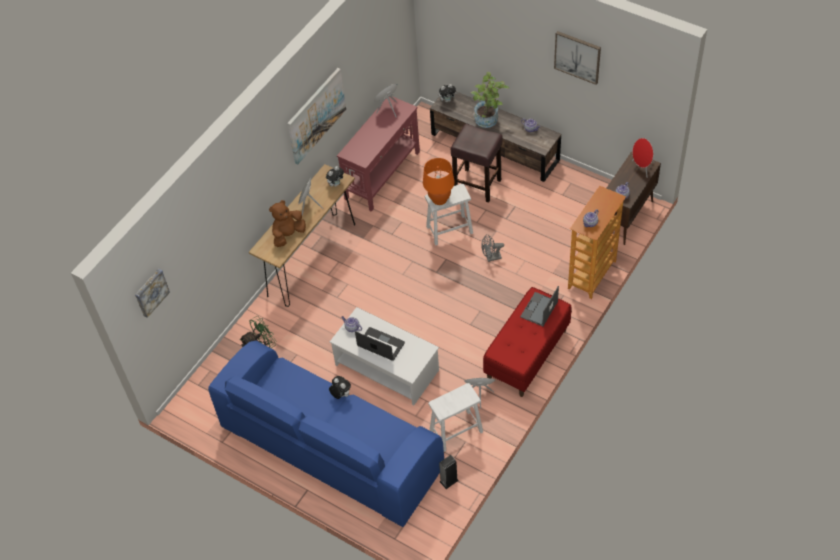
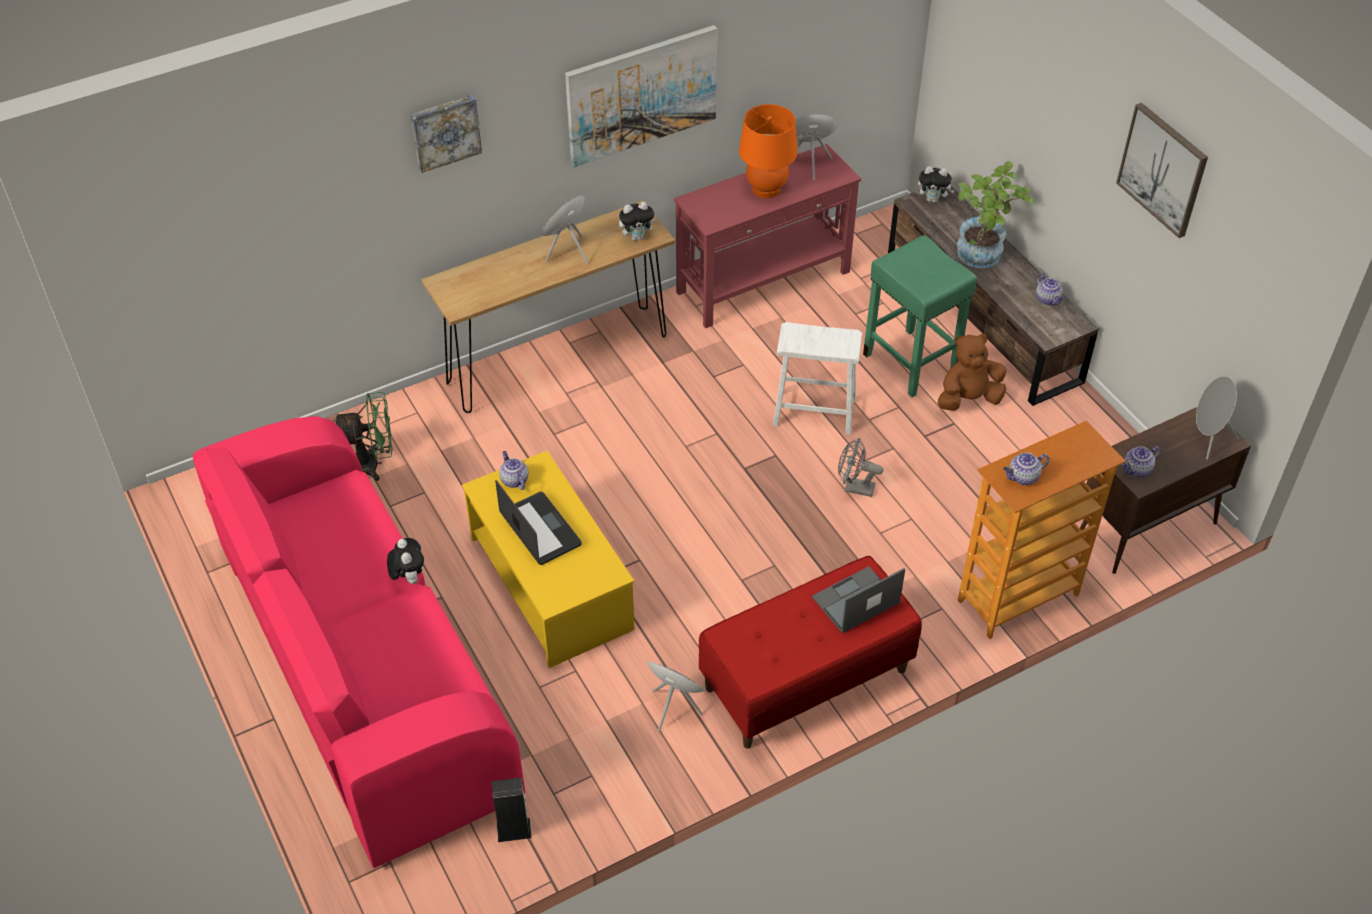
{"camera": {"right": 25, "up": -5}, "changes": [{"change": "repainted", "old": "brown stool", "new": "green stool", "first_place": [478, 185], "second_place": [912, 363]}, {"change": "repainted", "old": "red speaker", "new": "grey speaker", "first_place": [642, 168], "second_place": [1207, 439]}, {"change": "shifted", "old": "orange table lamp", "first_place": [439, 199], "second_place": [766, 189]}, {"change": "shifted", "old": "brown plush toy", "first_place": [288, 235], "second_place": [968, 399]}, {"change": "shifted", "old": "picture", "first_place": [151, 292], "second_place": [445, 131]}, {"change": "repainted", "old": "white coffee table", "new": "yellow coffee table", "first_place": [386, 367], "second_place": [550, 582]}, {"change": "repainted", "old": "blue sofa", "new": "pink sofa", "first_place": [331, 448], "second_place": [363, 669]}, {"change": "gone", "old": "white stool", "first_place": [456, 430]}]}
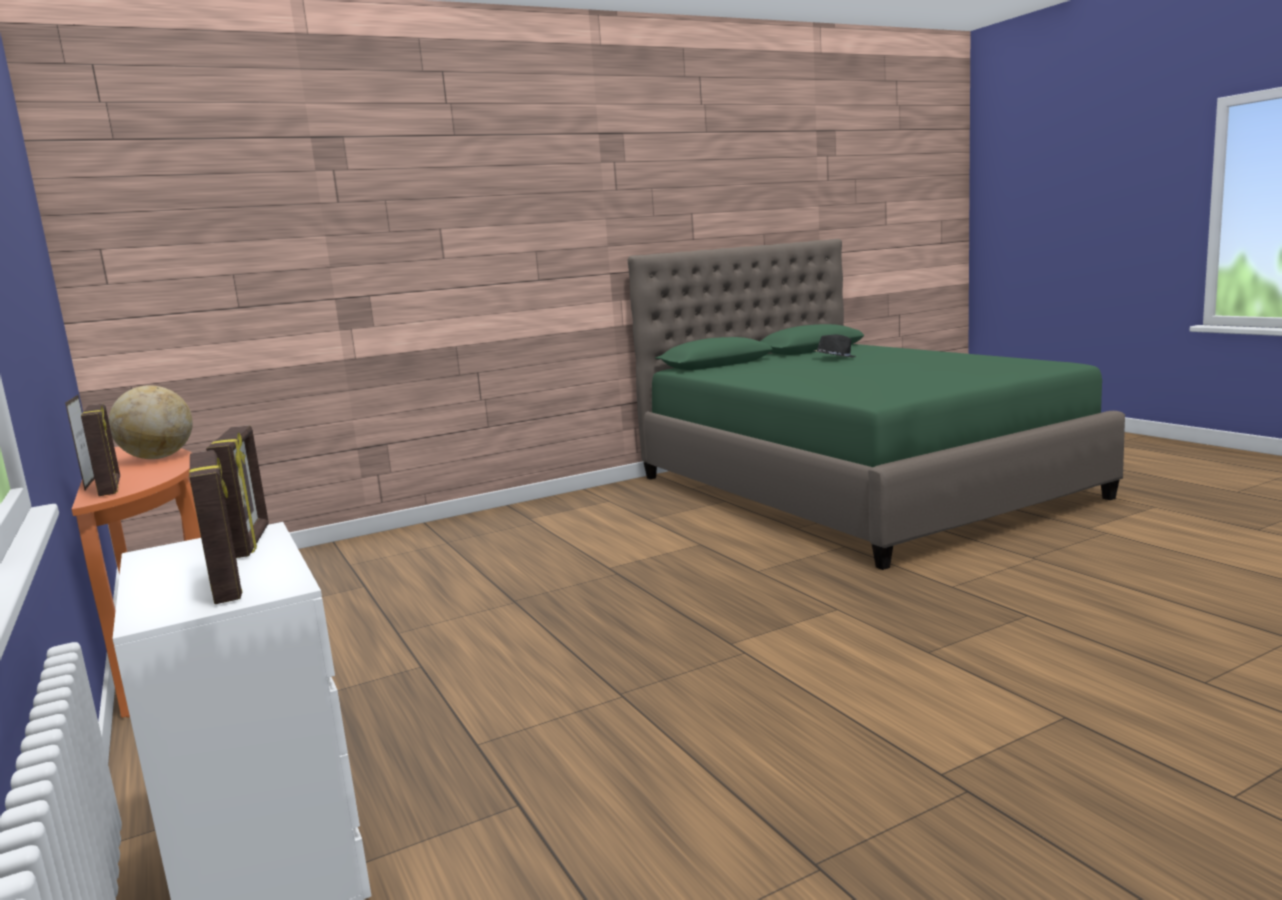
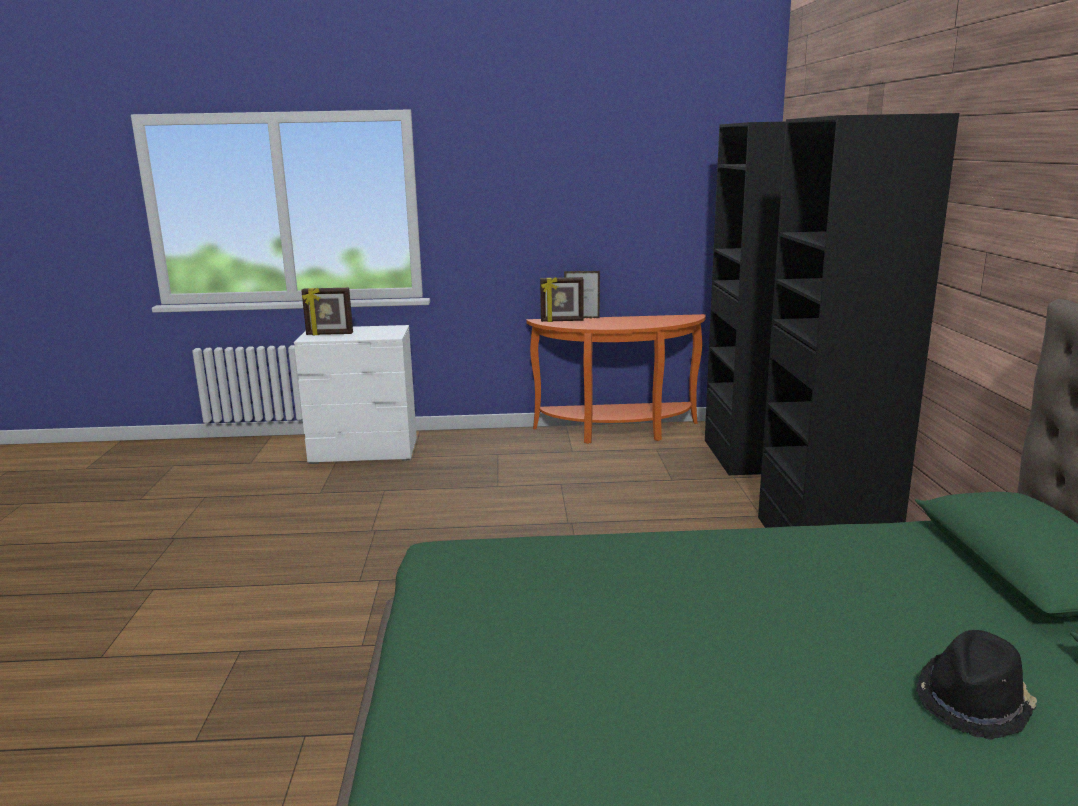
{"camera": {"right": 115, "up": 5}, "changes": [{"change": "gone", "old": "globe", "first_place": [158, 458]}, {"change": "gone", "old": "picture frame", "first_place": [251, 542]}, {"change": "new", "new": "black wardrobe", "second_place": [784, 494]}]}
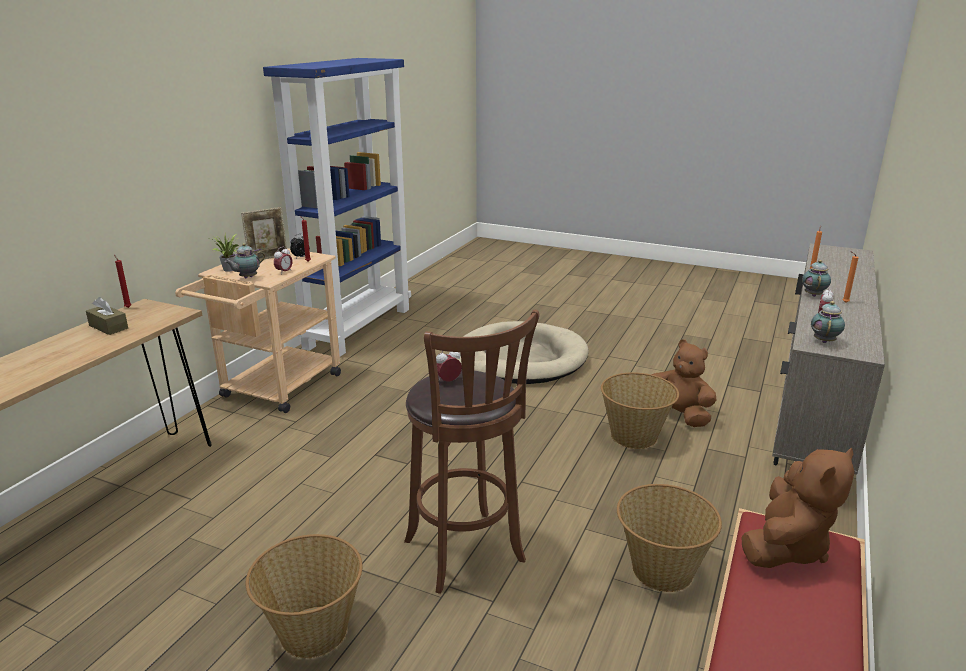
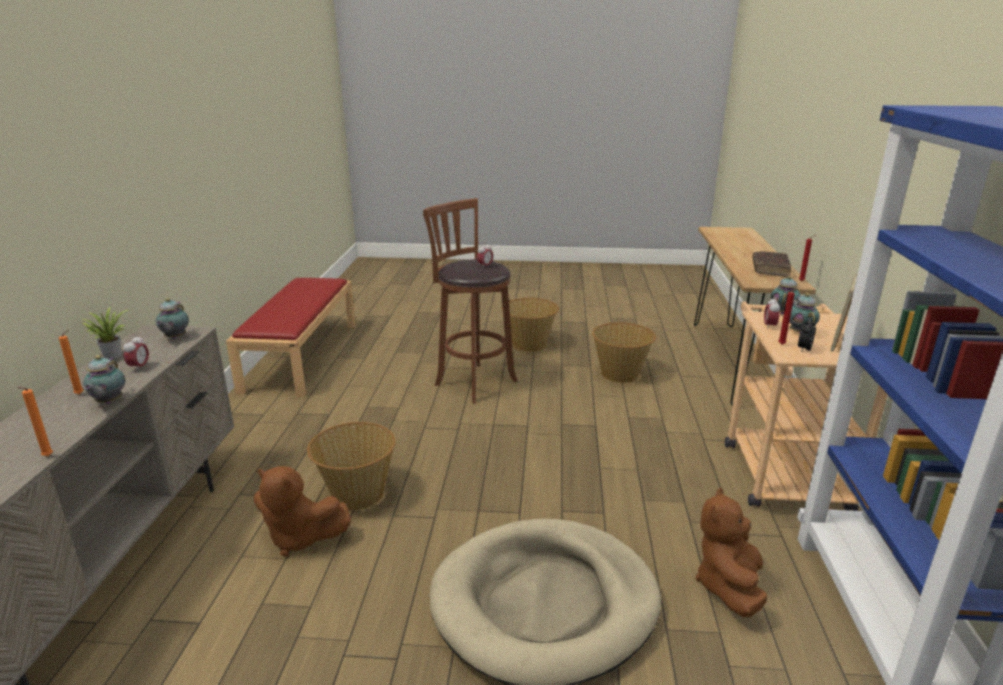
{"camera": {"right": 160, "up": 0}, "changes": [{"change": "shifted", "old": "potted plant", "first_place": [230, 270], "second_place": [111, 355]}, {"change": "swapped", "old": "brown tissue box", "new": "brown book", "first_place": [108, 327], "second_place": [770, 269]}, {"change": "shifted", "old": "brown plush toy", "first_place": [786, 547], "second_place": [728, 586]}, {"change": "shifted", "old": "basket", "first_place": [661, 570], "second_place": [620, 374]}, {"change": "new", "new": "teapot", "second_place": [799, 332]}]}
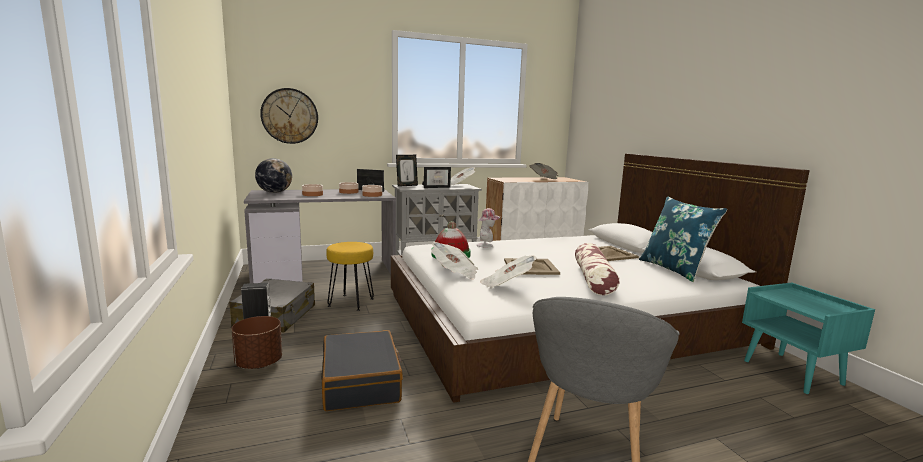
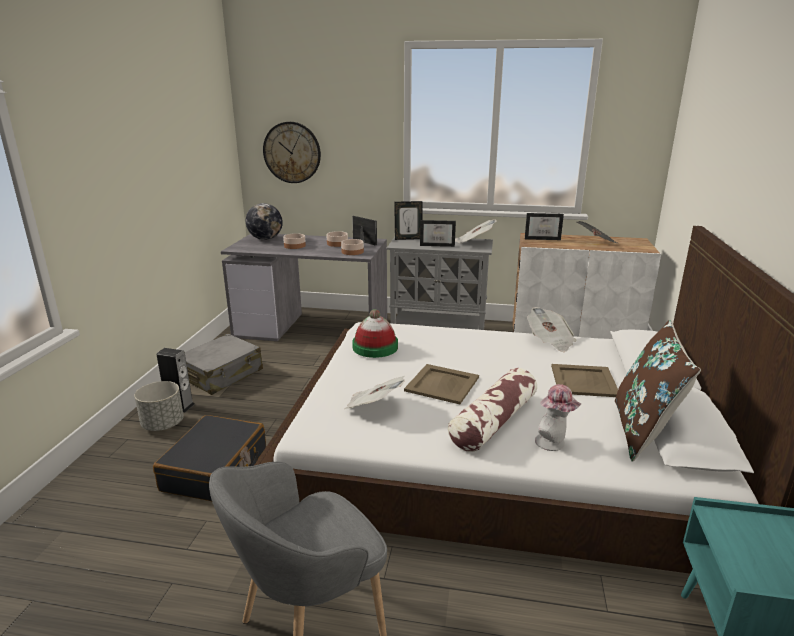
{"camera": {"right": 30, "up": 10}, "changes": [{"change": "repainted", "old": "blue pillow", "new": "brown pillow", "first_place": [674, 269], "second_place": [643, 431]}, {"change": "shifted", "old": "hat", "first_place": [487, 245], "second_place": [553, 443]}, {"change": "gone", "old": "yellow stool", "first_place": [350, 302]}, {"change": "shifted", "old": "newspaper", "first_place": [455, 273], "second_place": [550, 341]}, {"change": "repainted", "old": "brown planter", "new": "grey planter", "first_place": [259, 363], "second_place": [163, 424]}, {"change": "new", "new": "picture frame", "second_place": [542, 238]}]}
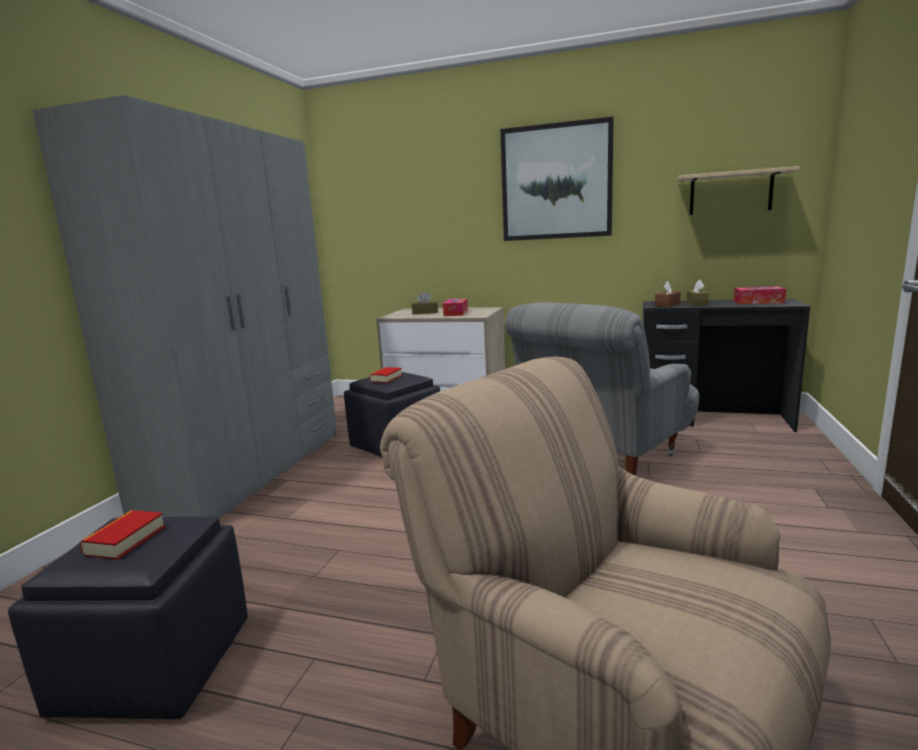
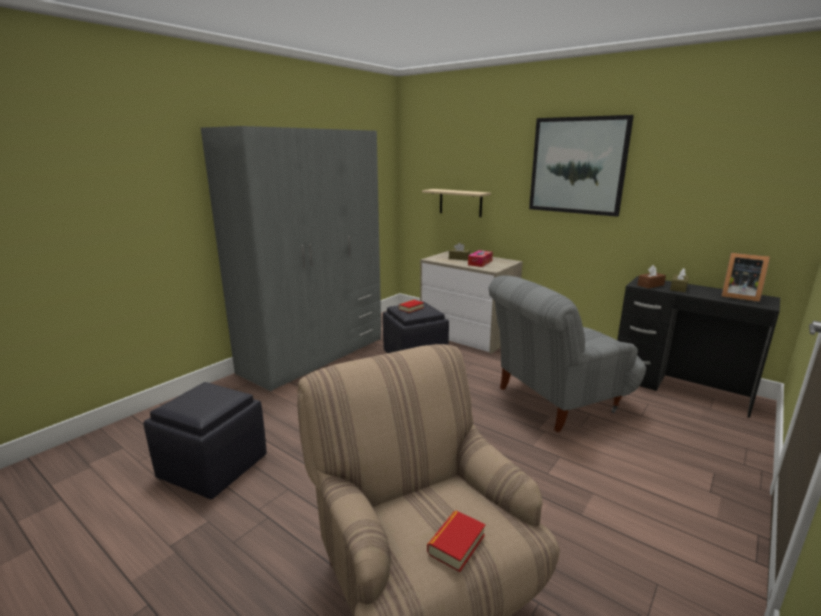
{"camera": {"right": 20, "up": 5}, "changes": [{"change": "shifted", "old": "beige shelf", "first_place": [730, 193], "second_place": [460, 202]}, {"change": "swapped", "old": "tissue box", "new": "picture frame", "first_place": [758, 302], "second_place": [738, 296]}, {"change": "shifted", "old": "book", "first_place": [125, 540], "second_place": [456, 544]}]}
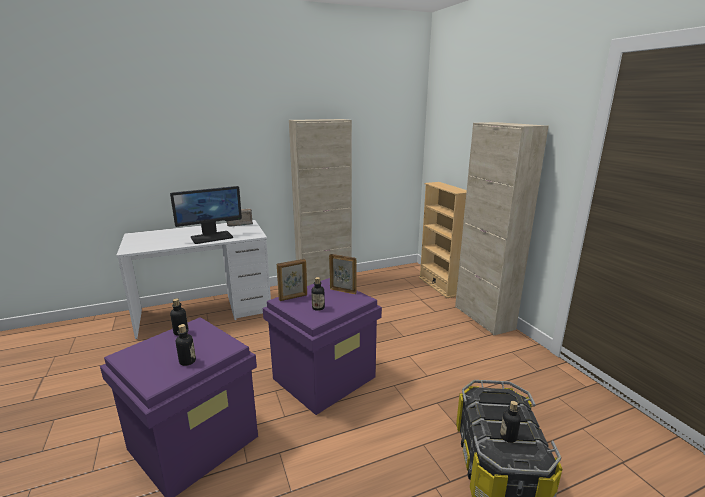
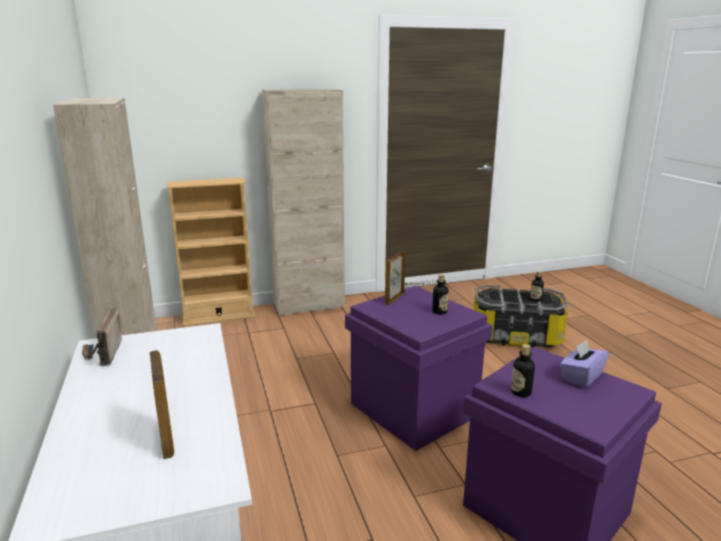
{"camera": {"right": -85, "up": 0}, "changes": [{"change": "gone", "old": "monitor", "first_place": [212, 237]}, {"change": "shifted", "old": "picture frame", "first_place": [293, 297], "second_place": [166, 439]}, {"change": "swapped", "old": "bottle", "new": "purple tissue box", "first_place": [187, 361], "second_place": [581, 377]}]}
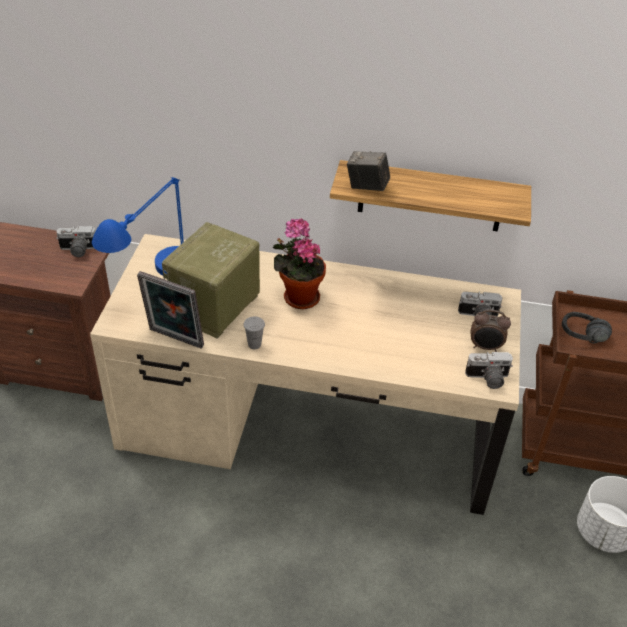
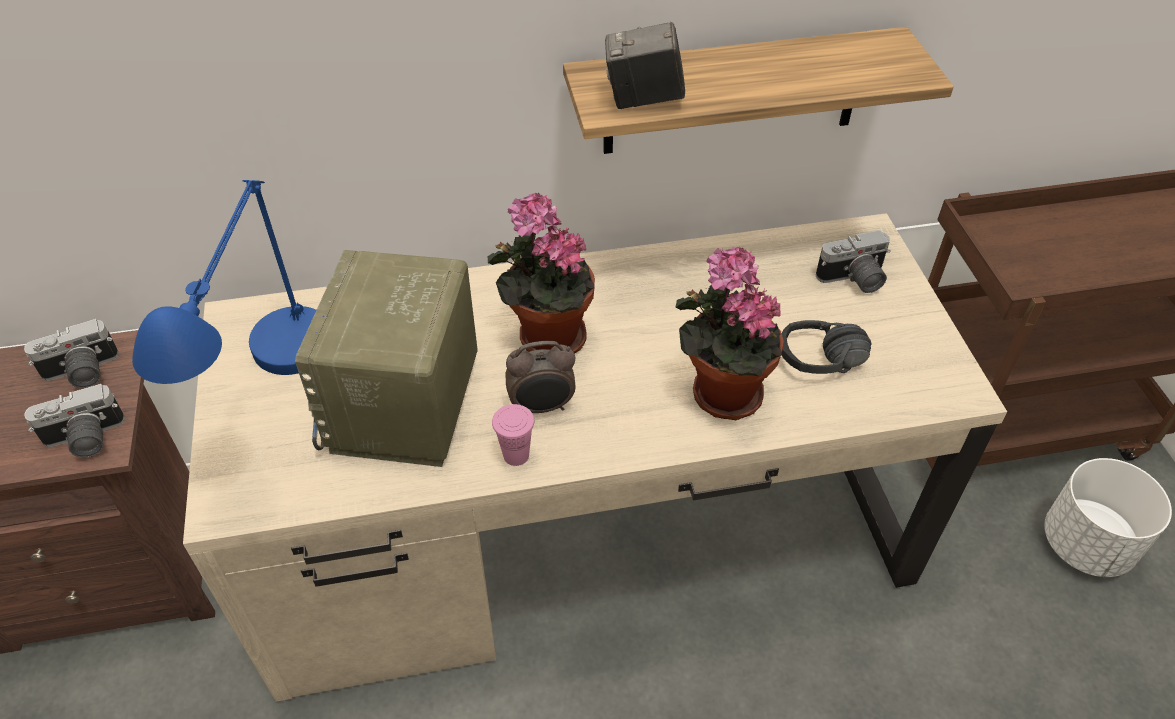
{"camera": {"right": -20, "up": 5}, "changes": [{"change": "gone", "old": "picture frame", "first_place": [174, 340]}, {"change": "shifted", "old": "alarm clock", "first_place": [485, 347], "second_place": [542, 407]}, {"change": "shifted", "old": "black headphones", "first_place": [583, 339], "second_place": [824, 369]}, {"change": "repainted", "old": "grey cup", "new": "pink cup", "first_place": [254, 344], "second_place": [516, 455]}, {"change": "shifted", "old": "photo camera", "first_place": [487, 379], "second_place": [84, 440]}, {"change": "new", "new": "potted plant", "second_place": [720, 392]}]}
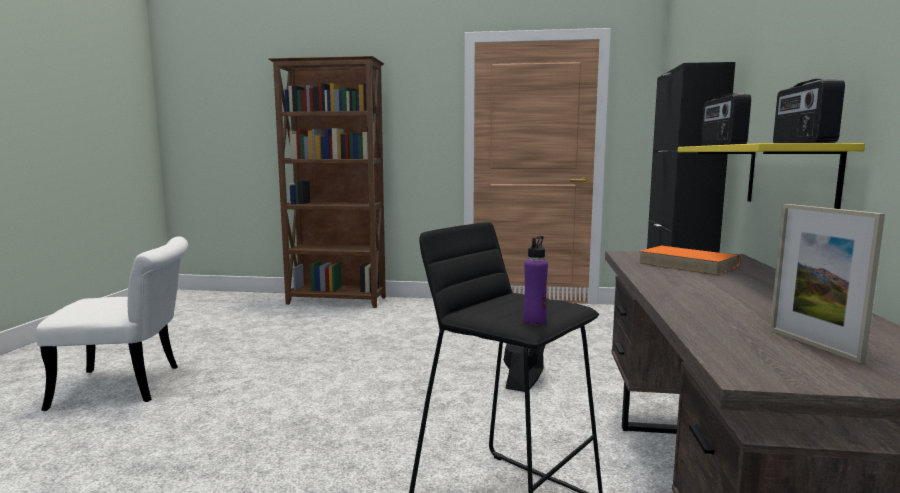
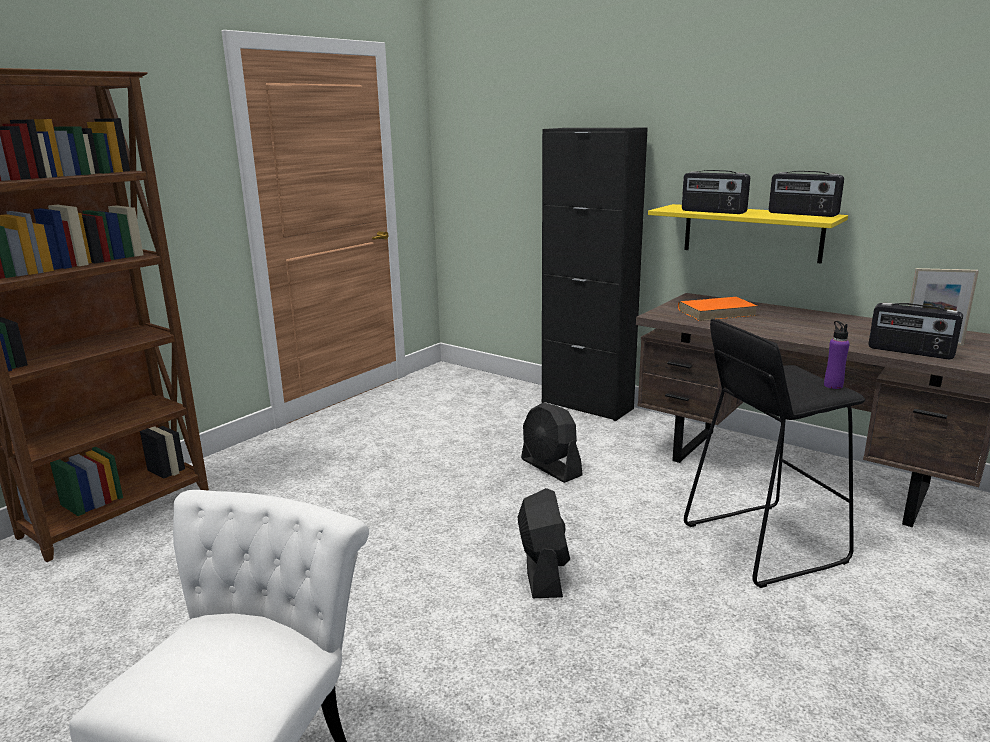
{"camera": {"right": -60, "up": 10}, "changes": [{"change": "new", "new": "radio", "second_place": [910, 352]}, {"change": "new", "new": "black fan", "second_place": [543, 571]}]}
